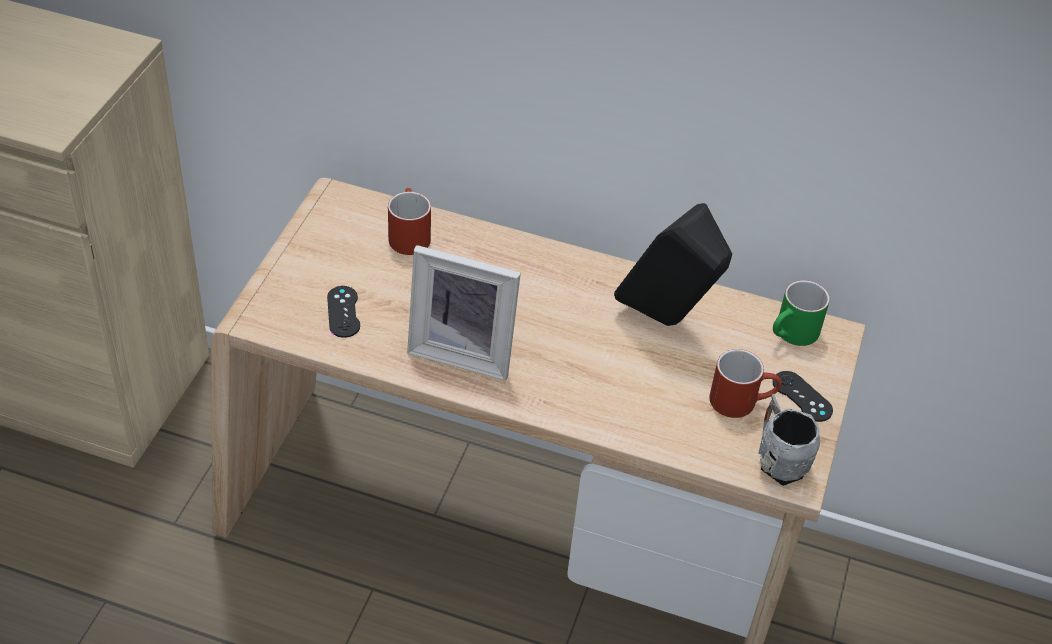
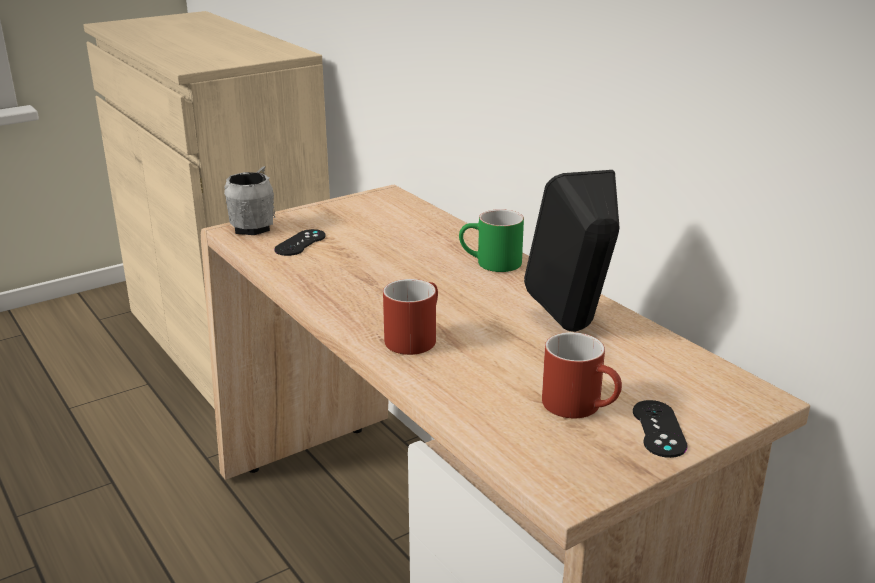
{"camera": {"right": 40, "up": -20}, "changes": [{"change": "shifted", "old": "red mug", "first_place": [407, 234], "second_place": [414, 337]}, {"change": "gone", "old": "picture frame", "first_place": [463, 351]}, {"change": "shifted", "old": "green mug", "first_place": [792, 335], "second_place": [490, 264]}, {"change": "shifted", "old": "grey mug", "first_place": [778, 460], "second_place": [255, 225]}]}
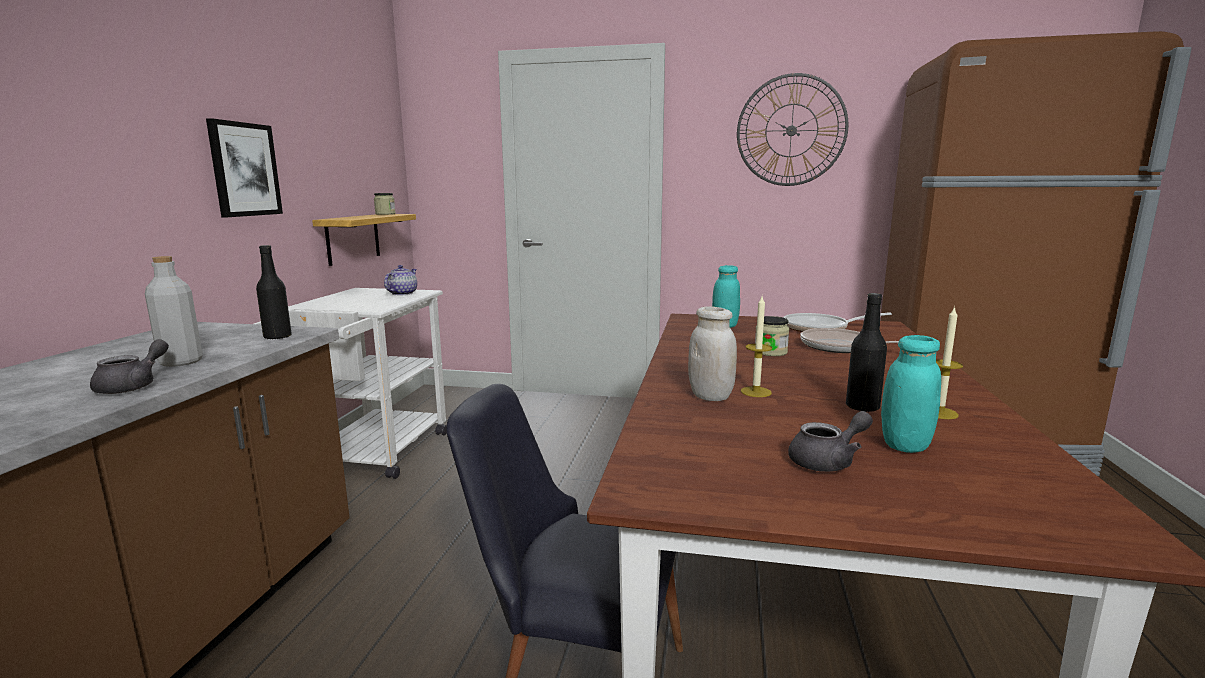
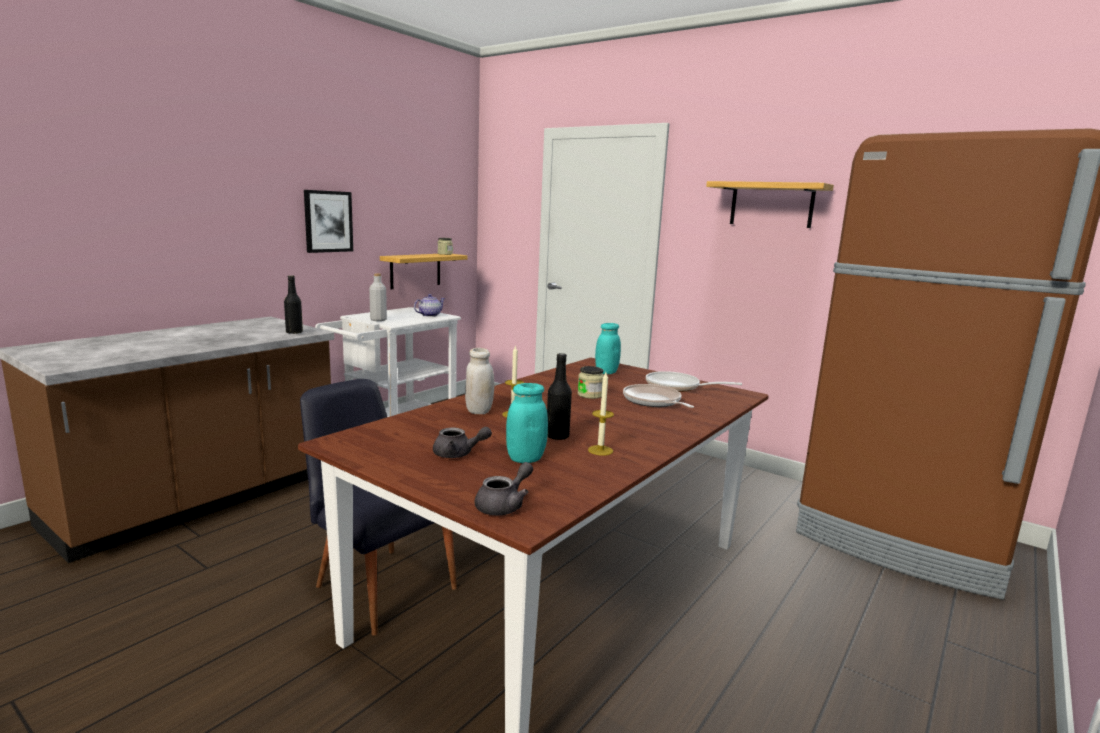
{"camera": {"right": 25, "up": 0}, "changes": [{"change": "swapped", "old": "wall clock", "new": "shelf", "first_place": [791, 130], "second_place": [771, 205]}, {"change": "shifted", "old": "grey bottle", "first_place": [181, 362], "second_place": [378, 320]}, {"change": "shifted", "old": "grey teapot", "first_place": [134, 386], "second_place": [504, 505]}]}
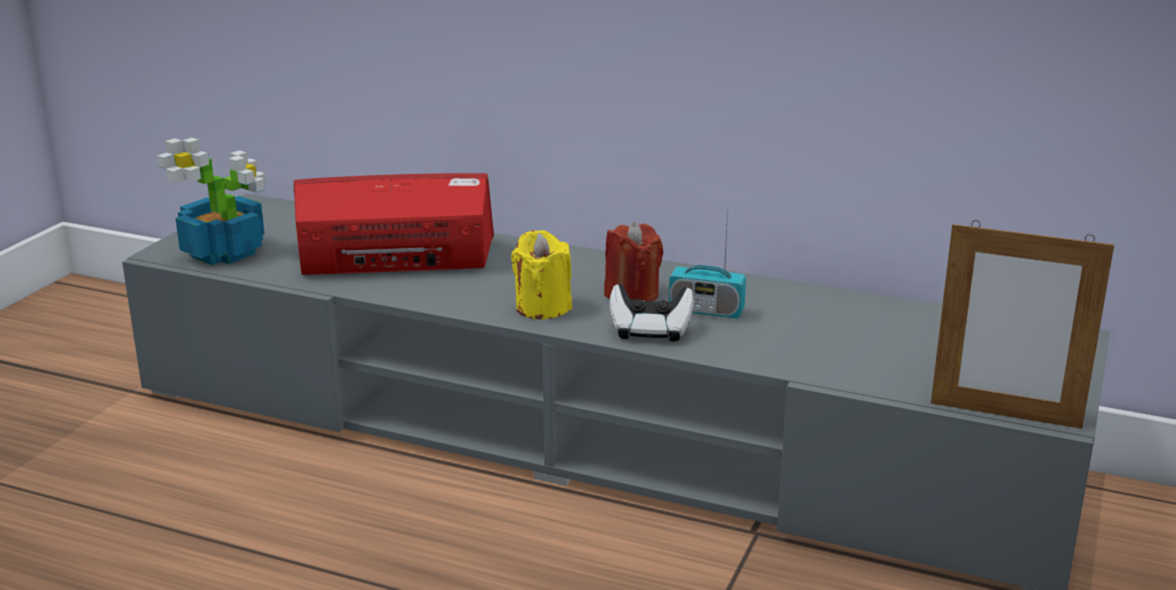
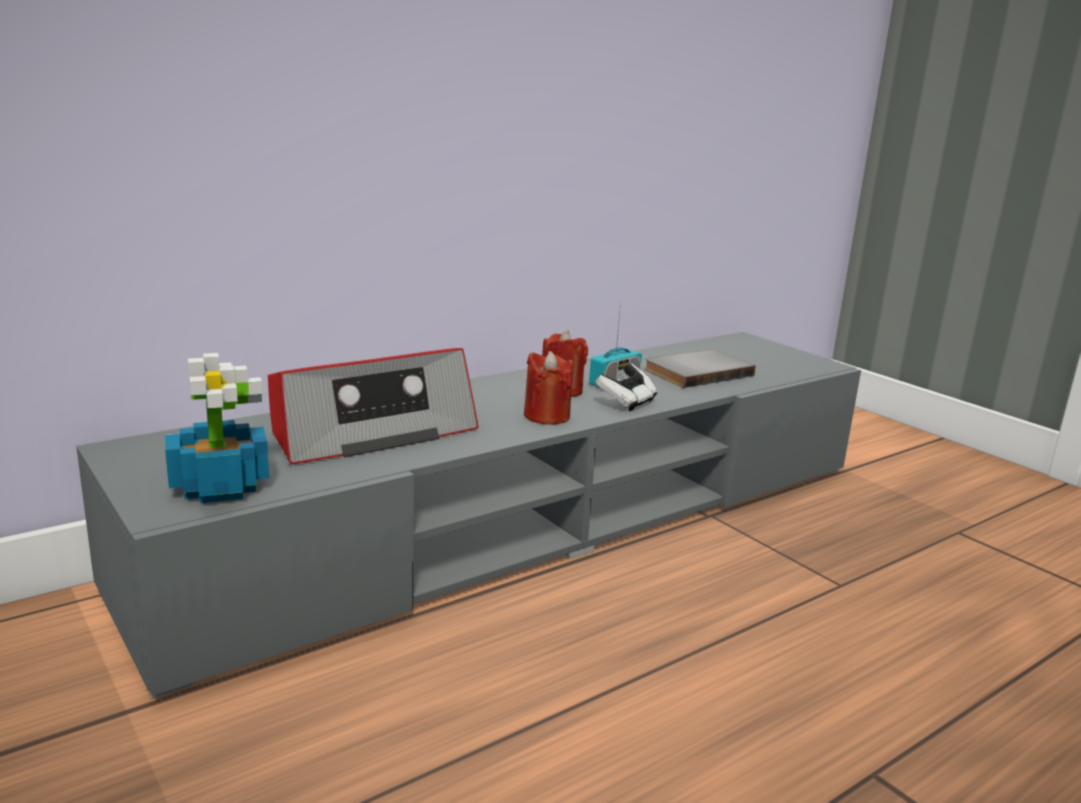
{"camera": {"right": -60, "up": -5}, "changes": [{"change": "rotated", "old": "radio", "first_place": [395, 258], "second_place": [371, 431], "degrees": -150}, {"change": "gone", "old": "picture frame", "first_place": [1005, 415]}, {"change": "repainted", "old": "yellow candle", "new": "red candle", "first_place": [542, 308], "second_place": [546, 416]}, {"change": "new", "new": "grey book", "second_place": [696, 372]}]}
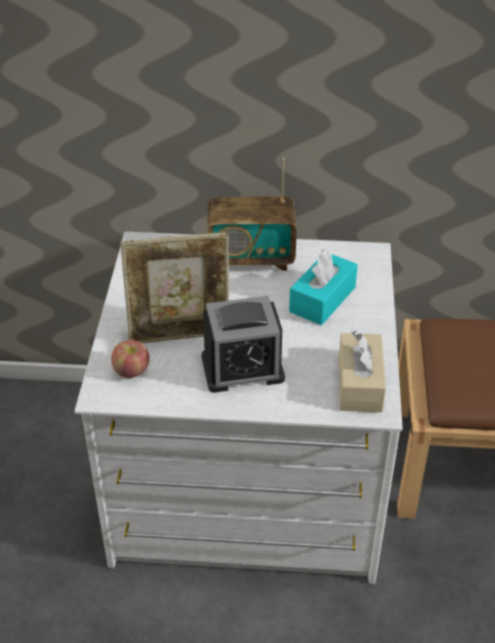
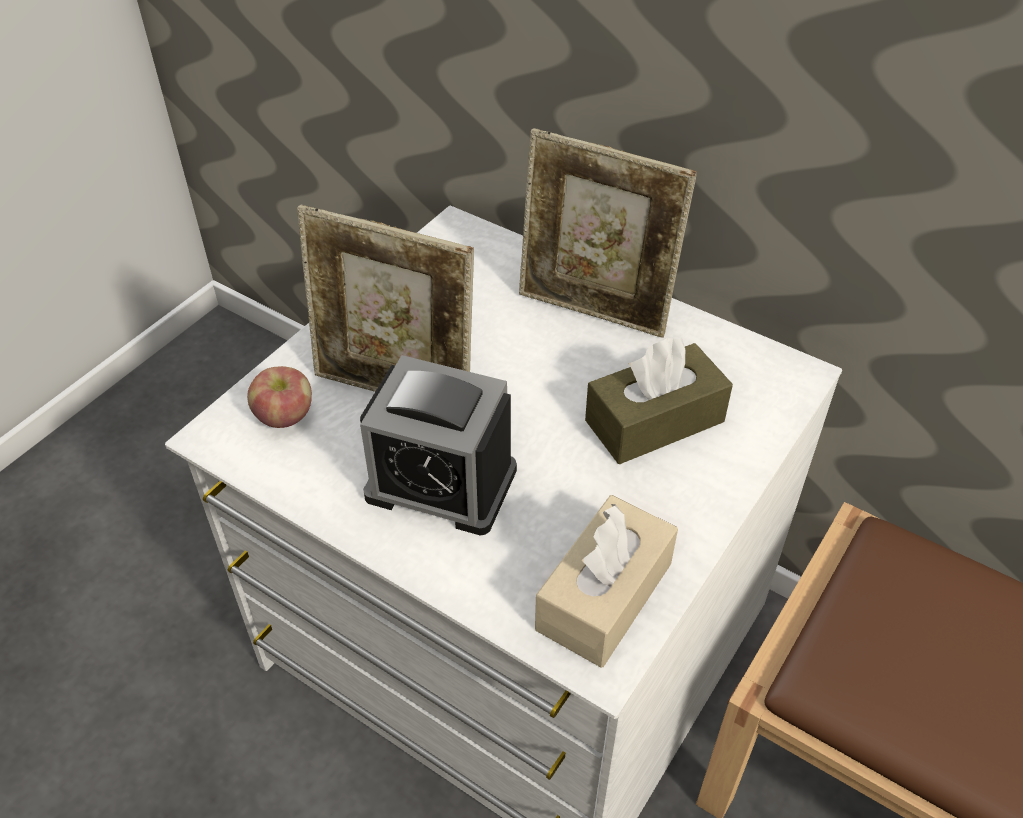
{"camera": {"right": 30, "up": 5}, "changes": [{"change": "swapped", "old": "radio", "new": "picture frame", "first_place": [251, 258], "second_place": [594, 311]}, {"change": "repainted", "old": "turquoise tissue box", "new": "brown tissue box", "first_place": [322, 299], "second_place": [654, 421]}]}
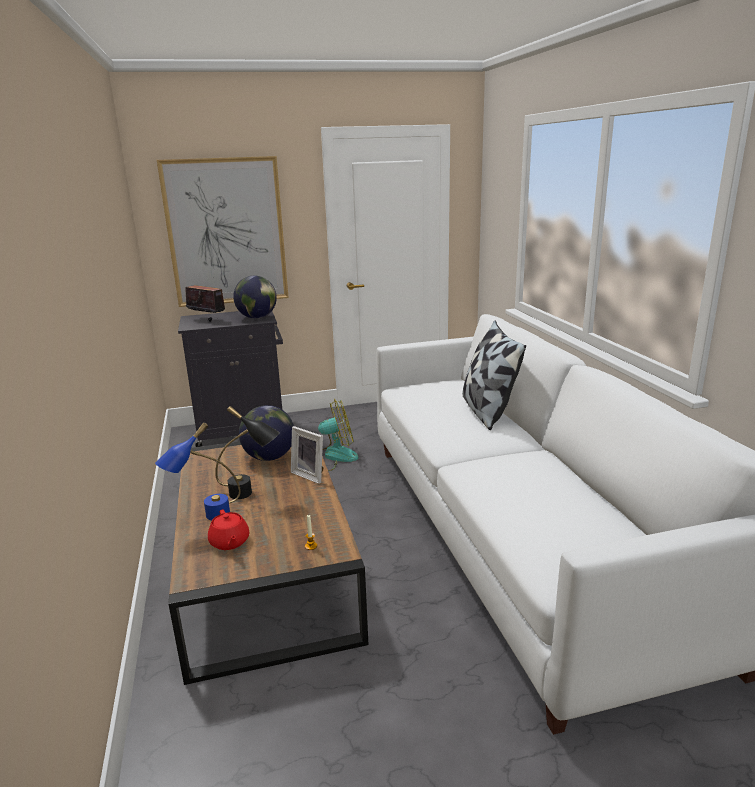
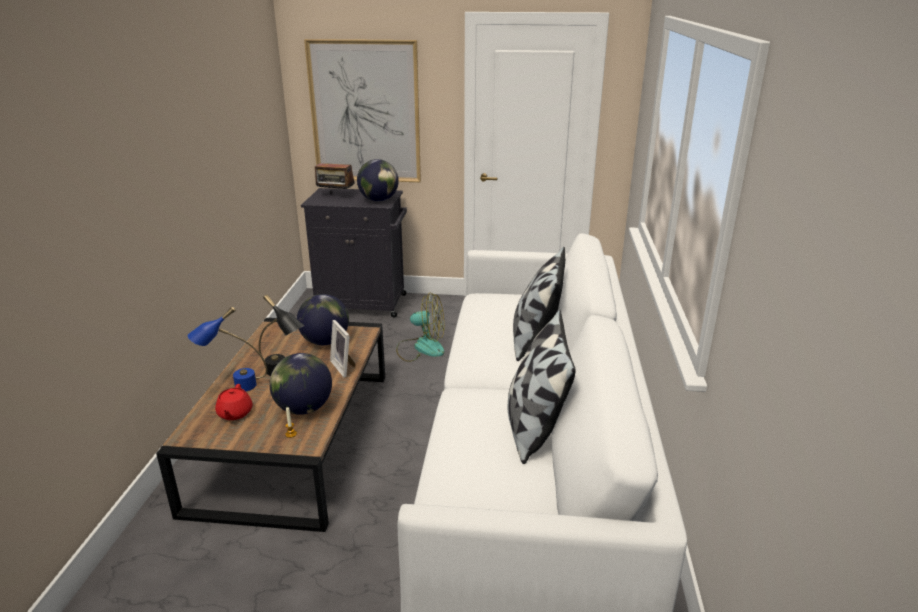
{"camera": {"right": 20, "up": 5}, "changes": [{"change": "rotated", "old": "radio", "first_place": [207, 320], "second_place": [335, 196], "degrees": 150}, {"change": "new", "new": "pillow", "second_place": [534, 428]}, {"change": "new", "new": "globe", "second_place": [304, 409]}]}
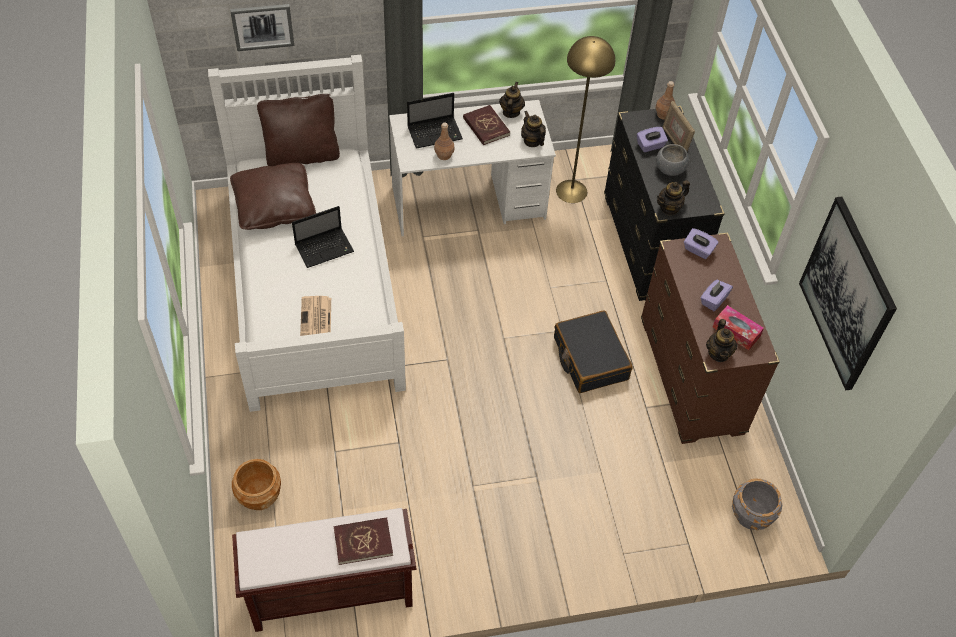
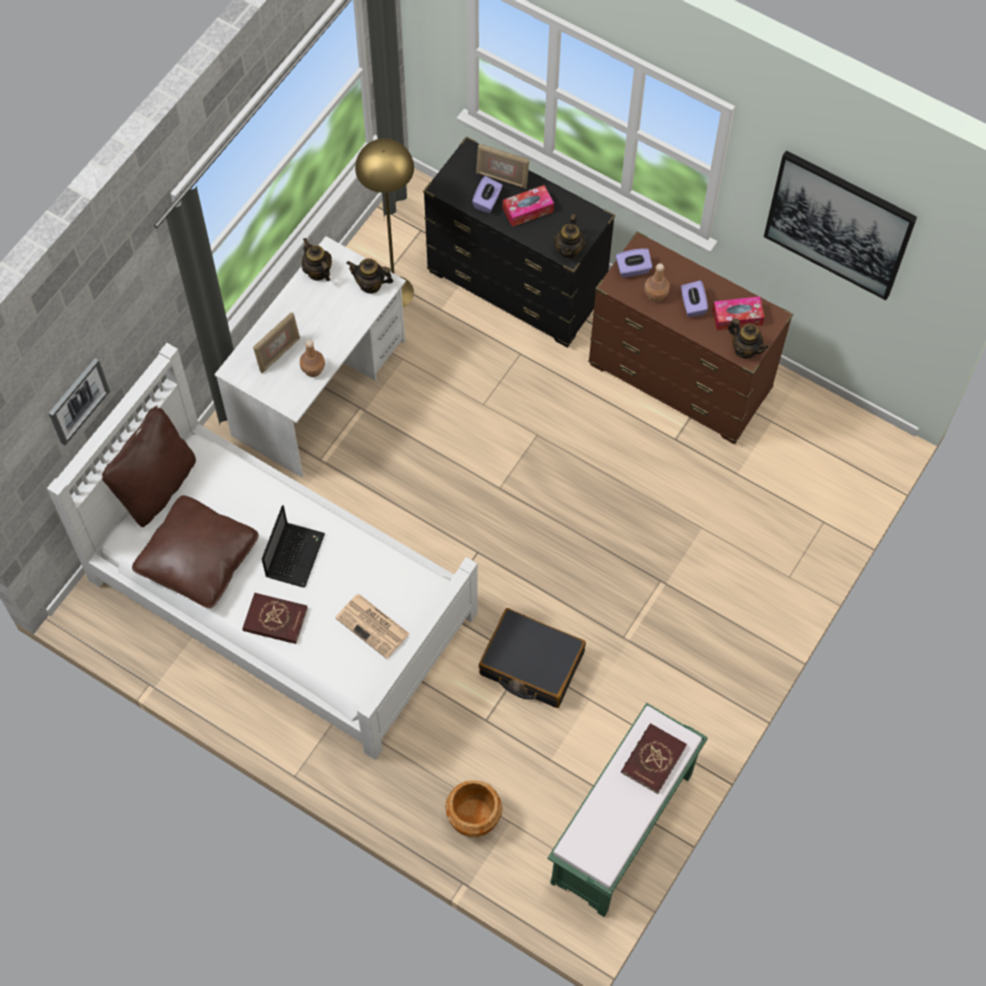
{"camera": {"right": -45, "up": 10}, "changes": [{"change": "shifted", "old": "brown bottle", "first_place": [663, 115], "second_place": [656, 295]}, {"change": "swapped", "old": "laptop", "new": "picture frame", "first_place": [436, 133], "second_place": [278, 354]}, {"change": "shifted", "old": "red book", "first_place": [486, 127], "second_place": [275, 620]}, {"change": "swapped", "old": "grey bowl", "new": "tissue box", "first_place": [670, 169], "second_place": [528, 210]}, {"change": "shifted", "old": "black suitcase", "first_place": [590, 358], "second_place": [531, 664]}, {"change": "gone", "old": "grey planter", "first_place": [751, 515]}, {"change": "repainted", "old": "brown bench", "new": "green bench", "first_place": [330, 593], "second_place": [621, 830]}]}
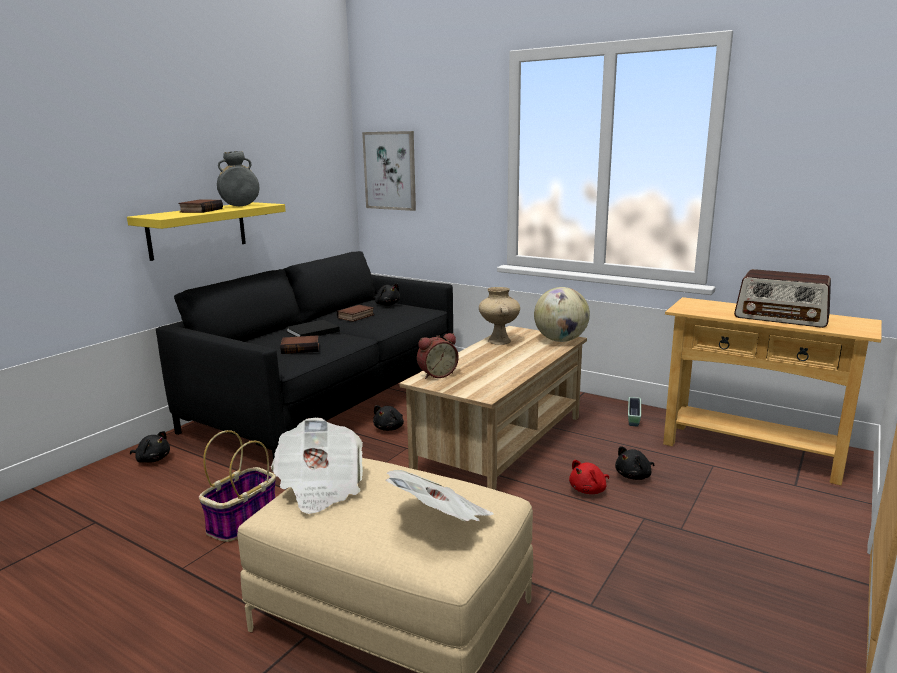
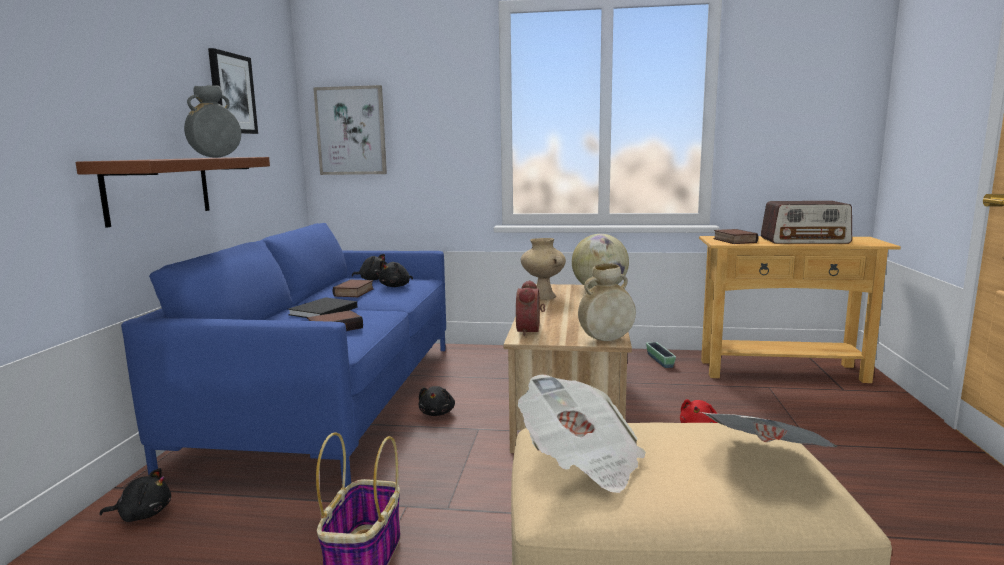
{"camera": {"right": -25, "up": -5}, "changes": [{"change": "shifted", "old": "book", "first_place": [200, 210], "second_place": [733, 240]}, {"change": "repainted", "old": "yellow shelf", "new": "brown shelf", "first_place": [197, 230], "second_place": [158, 188]}, {"change": "repainted", "old": "black sofa", "new": "blue sofa", "first_place": [329, 400], "second_place": [332, 398]}, {"change": "rotated", "old": "alarm clock", "first_place": [436, 374], "second_place": [531, 331], "degrees": 150}, {"change": "shifted", "old": "black plush toy", "first_place": [634, 476], "second_place": [396, 286]}, {"change": "new", "new": "picture", "second_place": [232, 93]}, {"change": "new", "new": "beige vase", "second_place": [606, 340]}]}
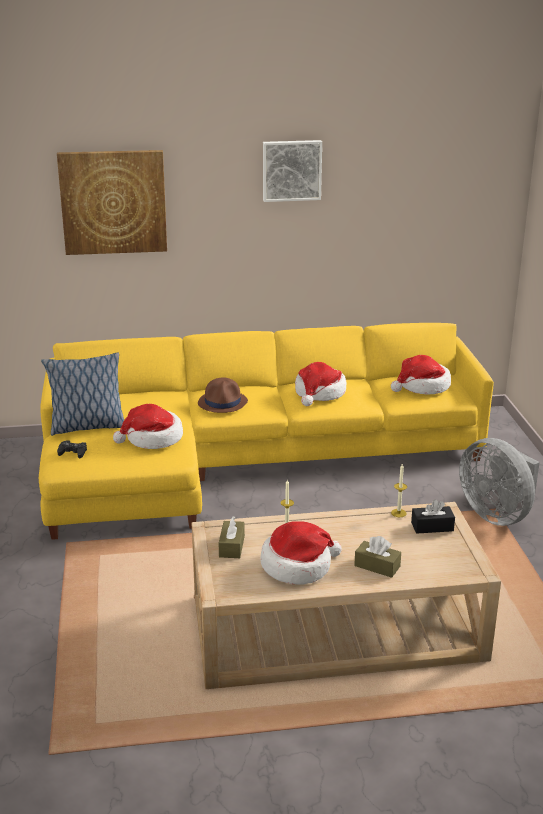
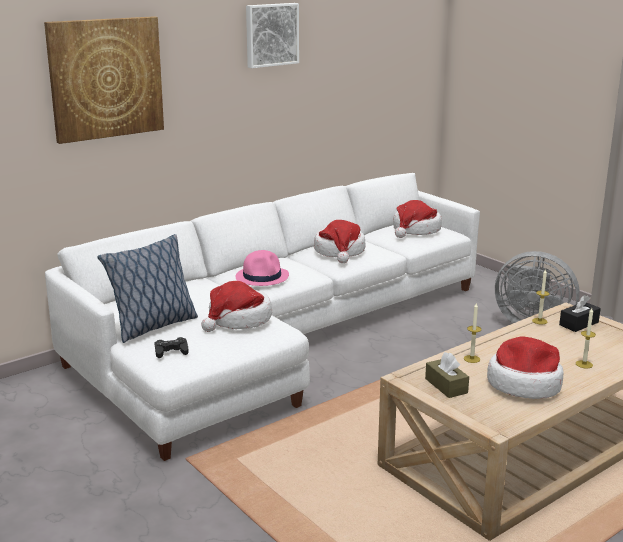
{"camera": {"right": -30, "up": -5}, "changes": [{"change": "repainted", "old": "yellow sofa", "new": "white sofa", "first_place": [243, 461], "second_place": [275, 339]}, {"change": "repainted", "old": "brown hat", "new": "pink hat", "first_place": [223, 402], "second_place": [262, 277]}, {"change": "swapped", "old": "brown tissue box", "new": "candle", "first_place": [377, 566], "second_place": [584, 364]}]}
